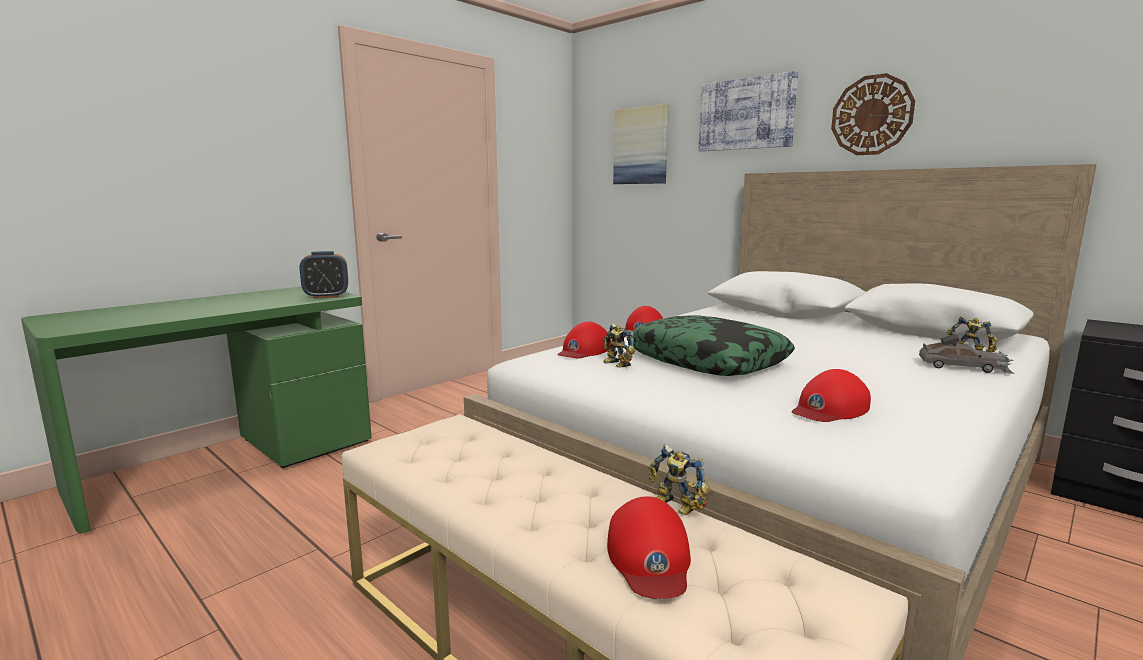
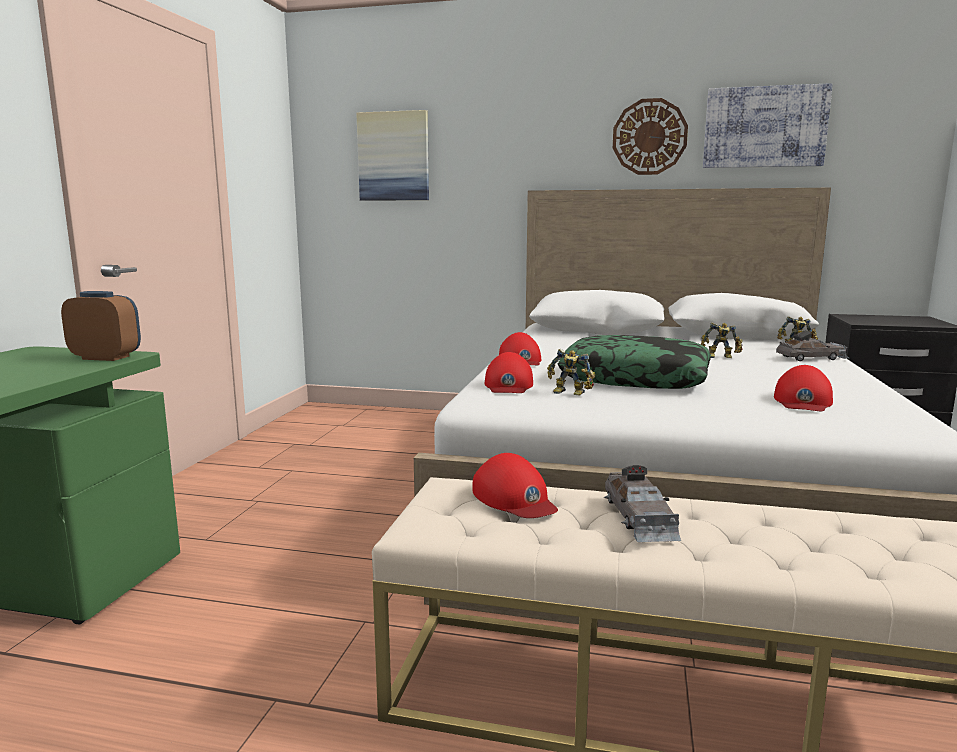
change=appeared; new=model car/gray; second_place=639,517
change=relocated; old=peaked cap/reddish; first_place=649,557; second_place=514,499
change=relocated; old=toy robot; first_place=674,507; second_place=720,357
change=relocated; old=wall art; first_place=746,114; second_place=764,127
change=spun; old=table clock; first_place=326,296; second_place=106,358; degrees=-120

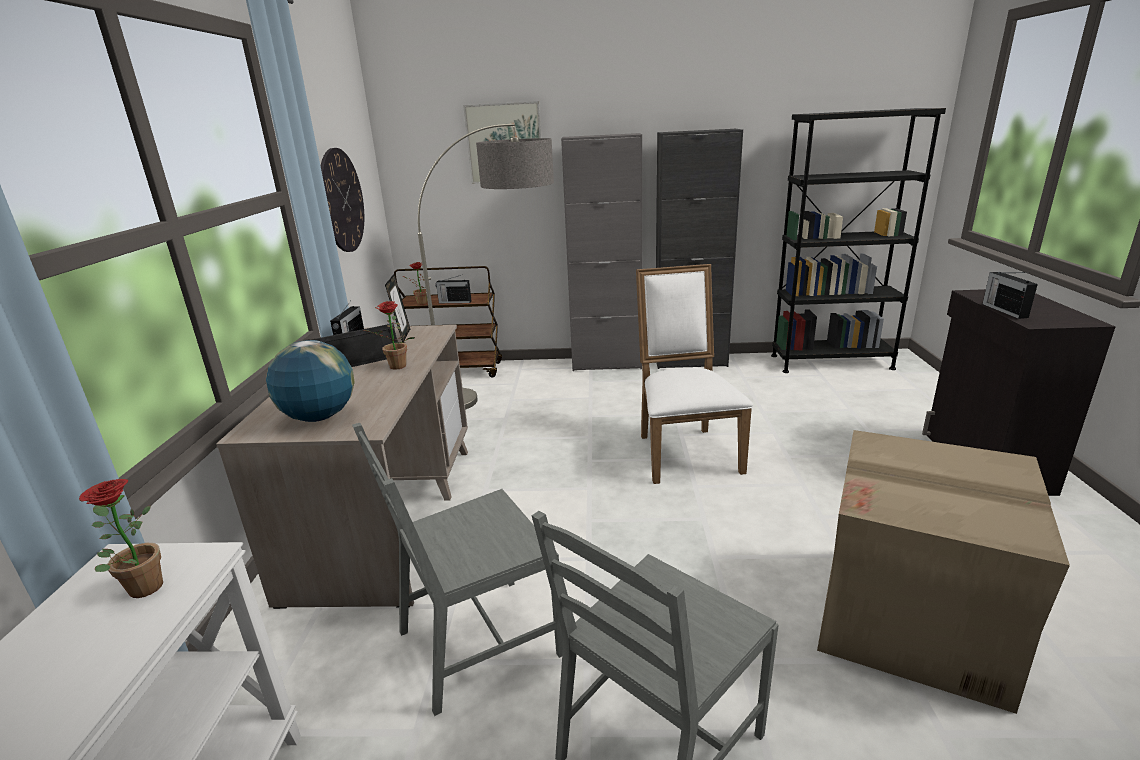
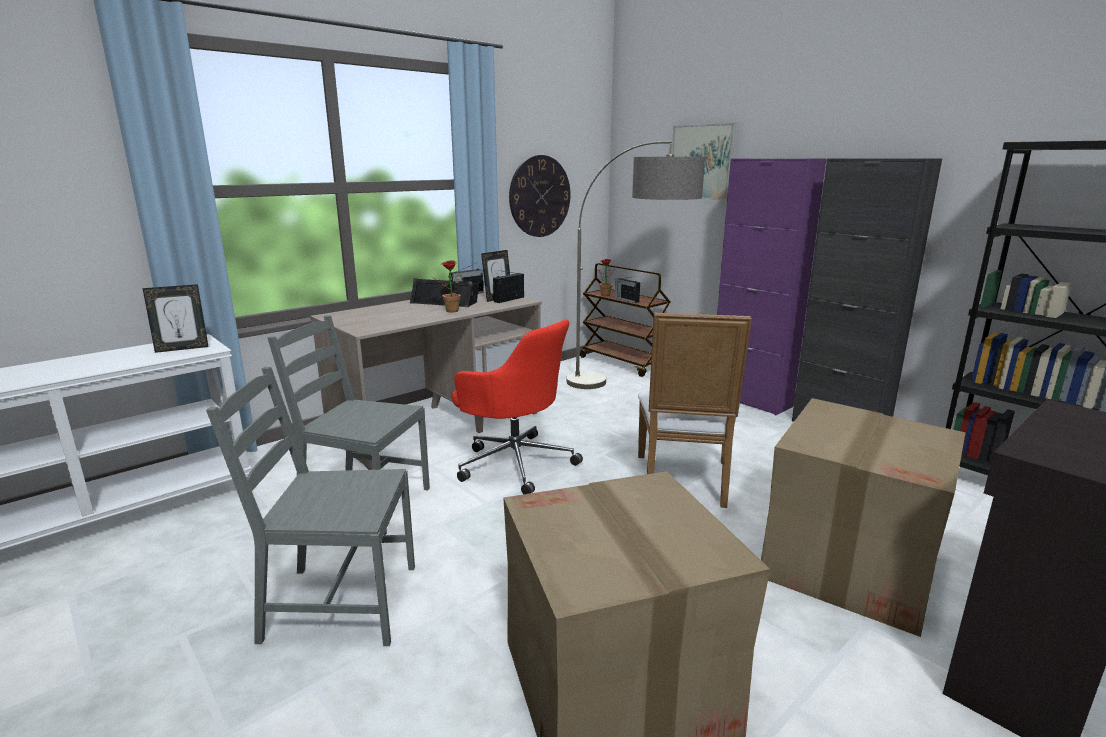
change=missing; old=globe; first_place=319,417
change=appeared; new=computer chair/reddish; second_place=515,462
change=appeared; new=cardboard box; second_place=849,565
change=relocated; old=radio set; first_place=1004,310; second_place=509,299
change=exchanged; old=potted plant; new=photo frame; first_place=140,586; second_place=182,348
change=colour; old=cabinet/gray; new=cabinet/purplish; first_place=606,364; second_place=750,400
change=spun; old=plain chair/white; first_place=684,451; second_place=683,483; degrees=150

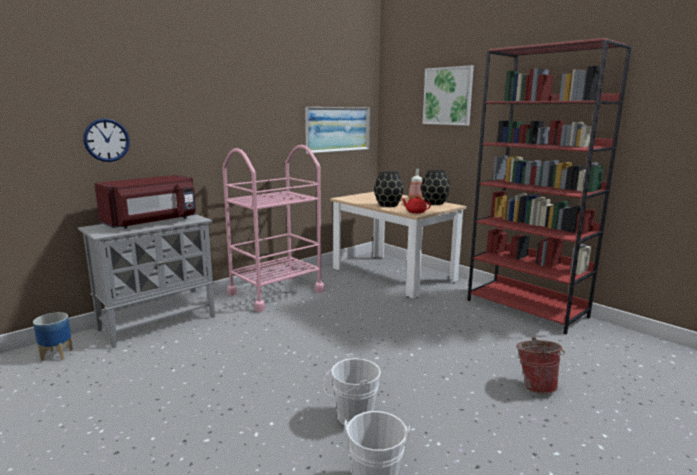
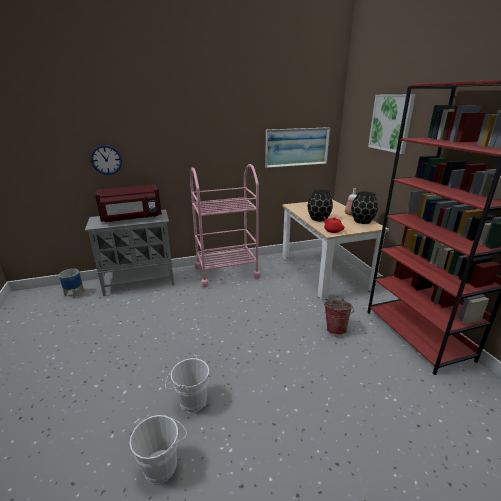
change=relocated; old=water bucket; first_place=536,386; second_place=336,328

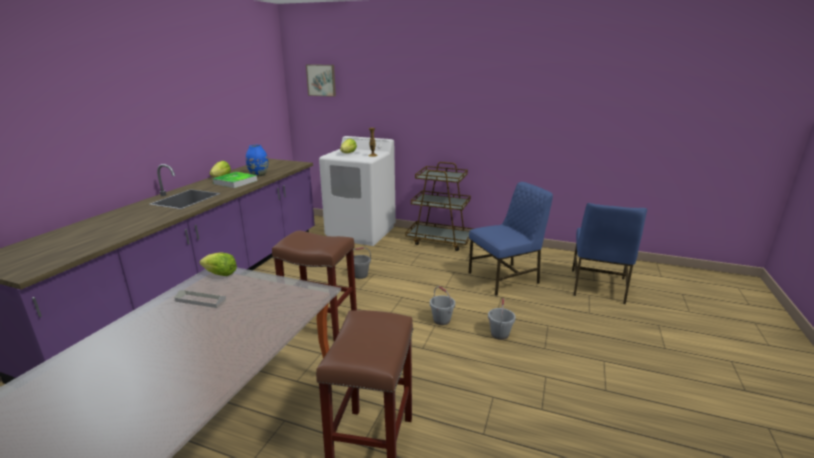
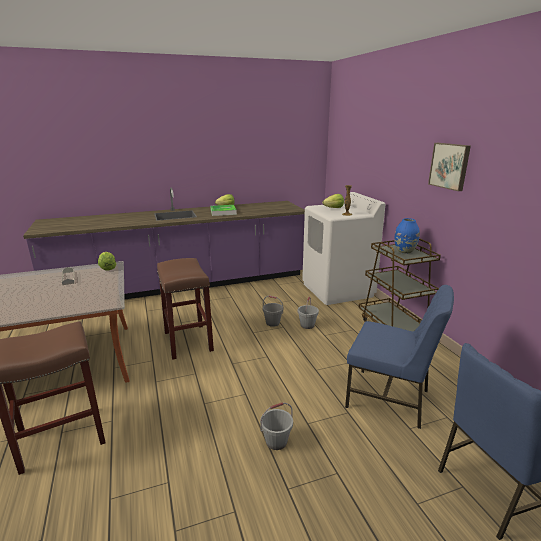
change=relocated; old=flower vase/blue-coloured; first_place=259,175; second_place=404,251
change=relocated; old=wall art; first_place=321,80; second_place=450,166
change=relocated; old=water bucket/gray; first_place=442,320; second_place=307,325

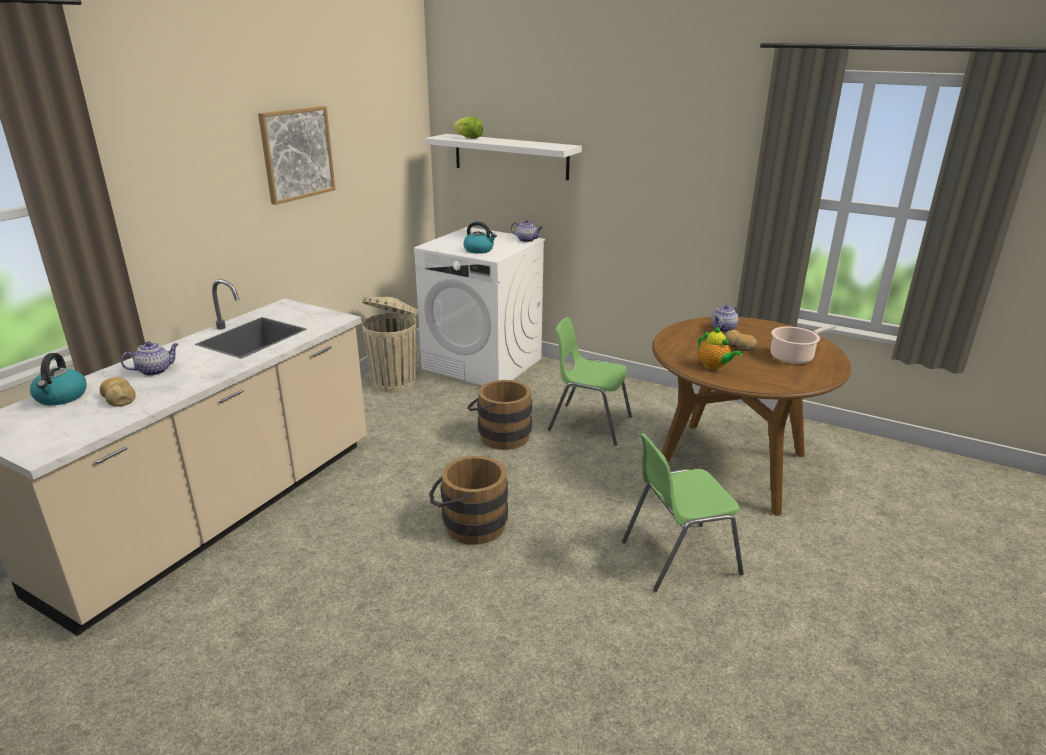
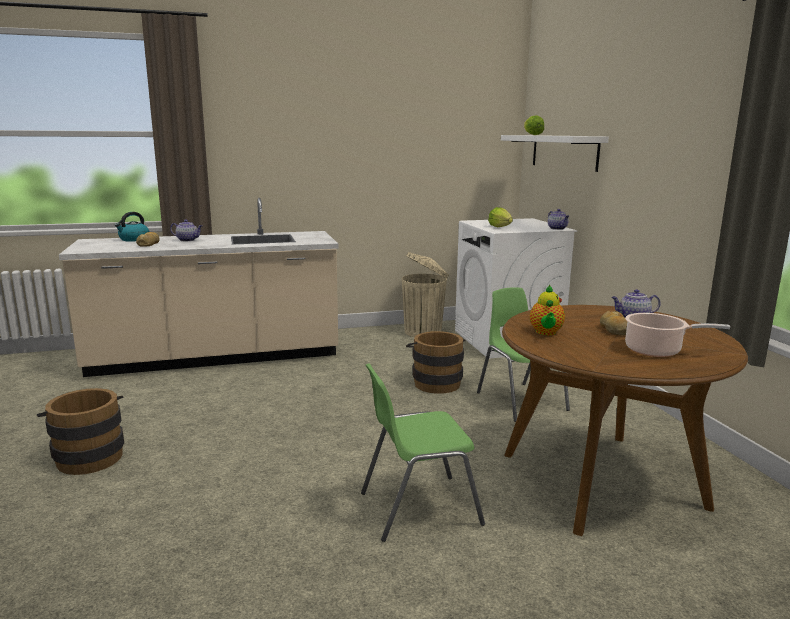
change=missing; old=wall art; first_place=297,154
change=relocated; old=water bucket/brown-coloured; first_place=469,524; second_place=88,456
change=exchanged; old=tea kettle; new=lettuce head; first_place=479,250; second_place=500,227
change=spun; old=plain chair/greenish; first_place=677,557; second_place=417,508; degrees=-45

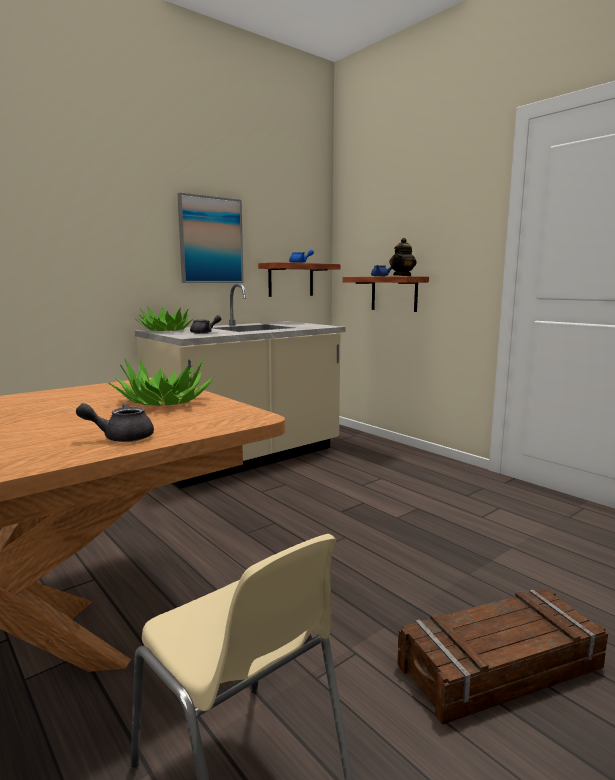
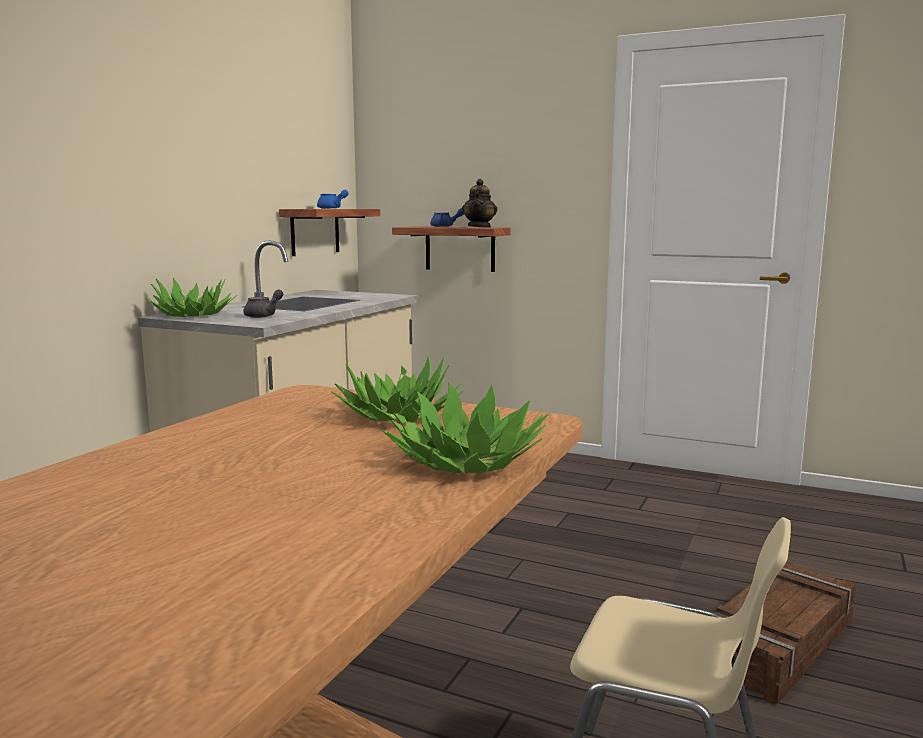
change=missing; old=wall art; first_place=210,240
change=exchanged; old=teapot/gray; new=potted plant; first_place=121,437; second_place=465,461

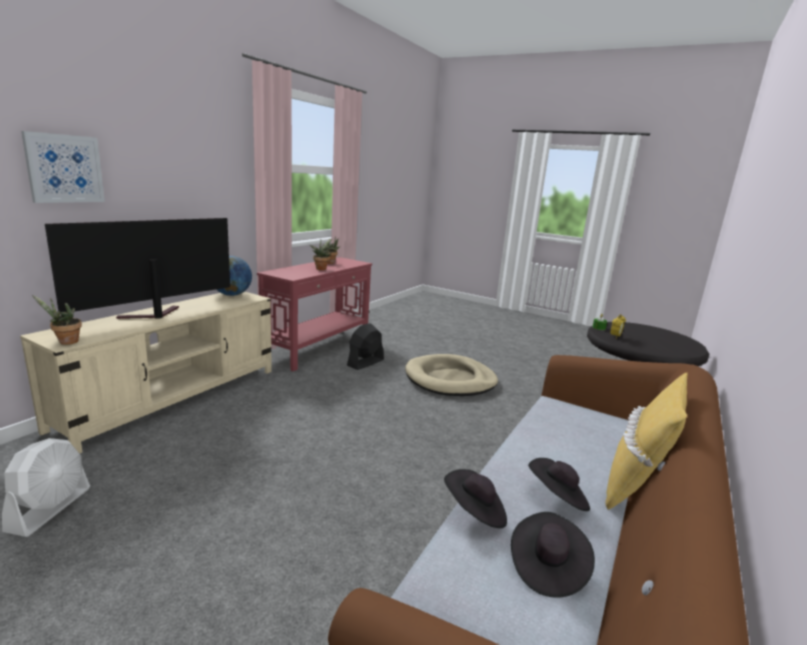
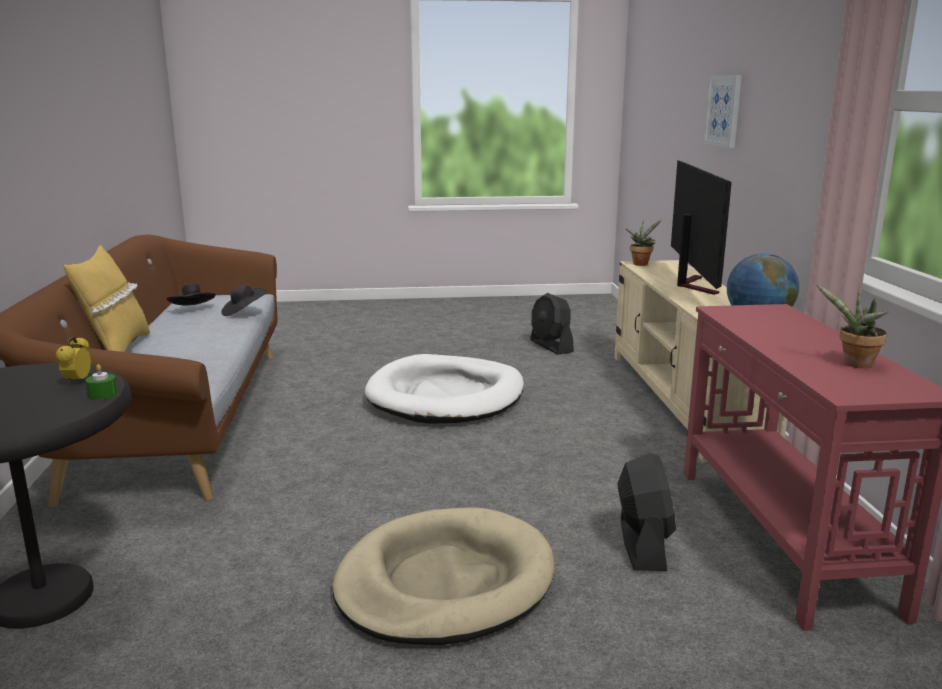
change=missing; old=potted plant; first_place=321,268
change=missing; old=clothing hat/black; first_place=557,497
change=appeared; new=pet bed/white; second_place=446,396
change=colour; old=cooling fan/white; new=cooling fan/black; first_place=50,509; second_place=551,346

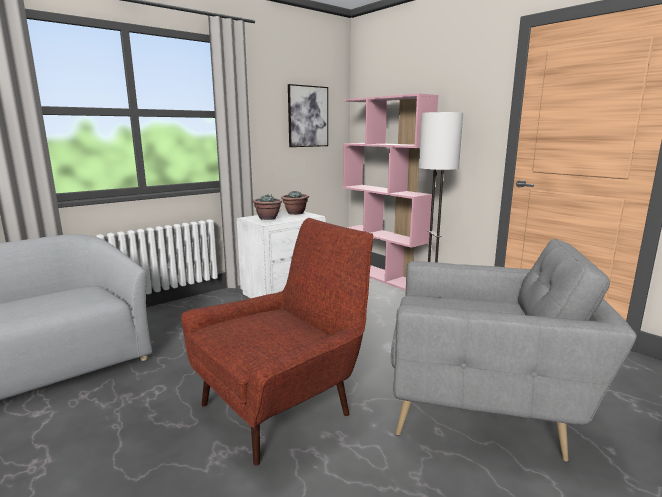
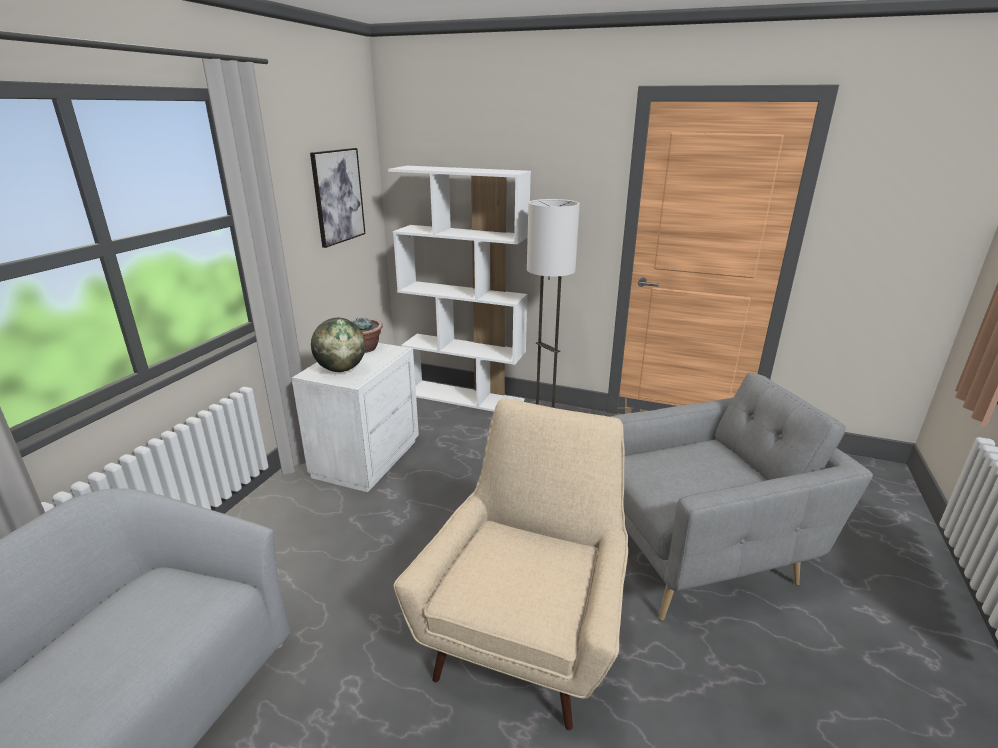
change=exchanged; old=potted plant; new=globe; first_place=268,218; second_place=341,369
change=colour; old=lounge chair/reddish; new=lounge chair/beige-coloured; first_place=283,405; second_place=525,636
change=colour; old=shelving unit/pink-coloured; new=shelving unit/white; first_place=382,276; second_place=465,397

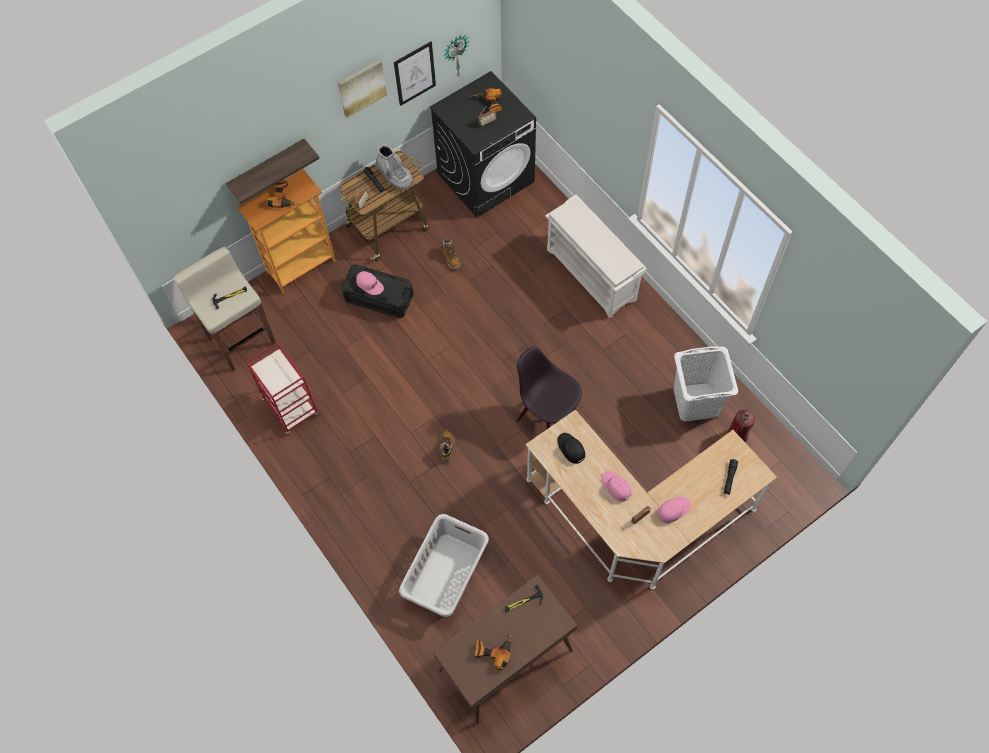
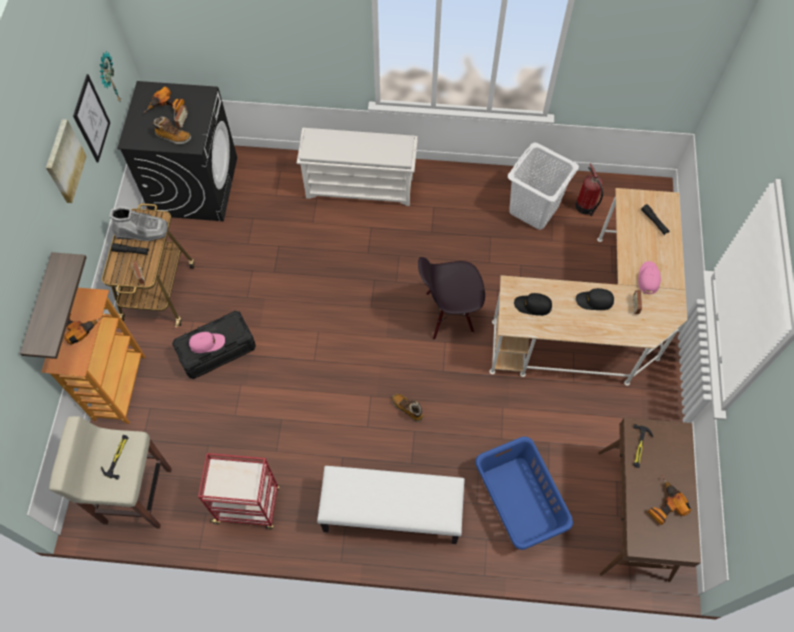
change=appeared; new=long seat/white; second_place=391,514
change=relocated; old=tall boot; first_place=451,258; second_place=173,137
change=colour; old=laundry basket/gray; new=laundry basket/blue-coloured; first_place=445,573; second_place=518,501
change=colour; old=peaked cap/pink-coloured; new=peaked cap/black; first_place=616,487; second_place=594,301

